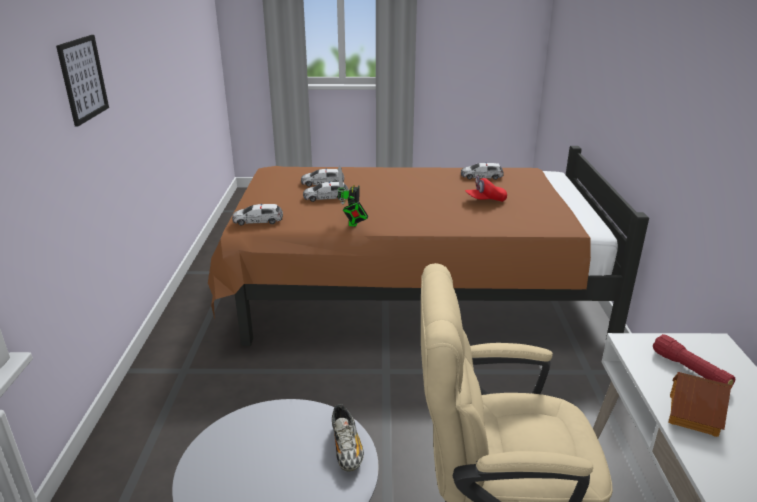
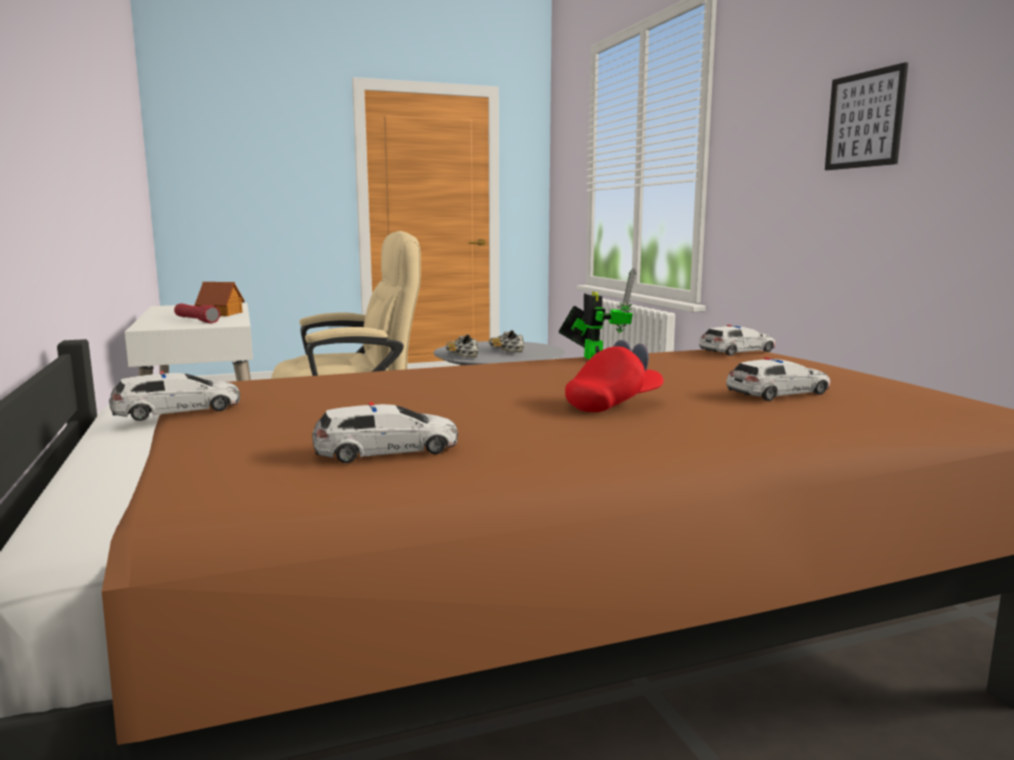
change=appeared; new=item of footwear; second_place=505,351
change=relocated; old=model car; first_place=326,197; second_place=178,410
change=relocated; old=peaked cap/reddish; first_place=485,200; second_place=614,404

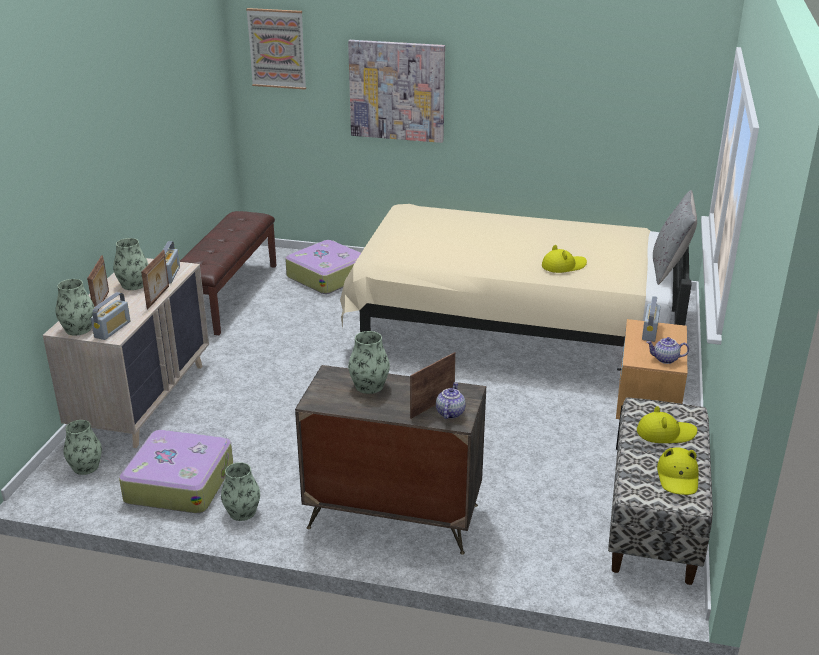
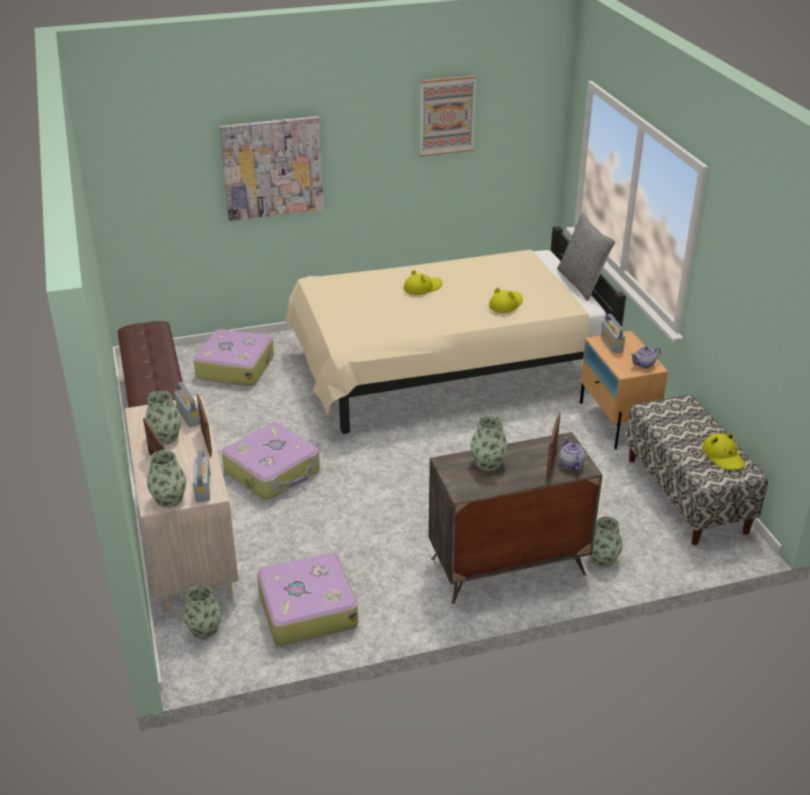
change=appeared; new=piece of luggage; second_place=273,471
change=relocated; old=flower vase; first_place=242,512; second_place=602,559
change=relocated; old=wall art; first_place=277,48; second_place=447,115
change=relocated; old=clothing hat/yellow-coloured; first_place=665,433; second_place=422,288

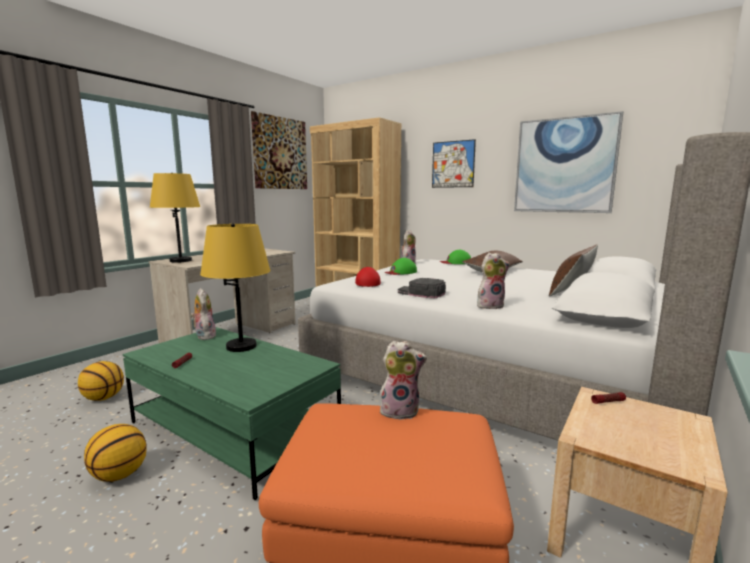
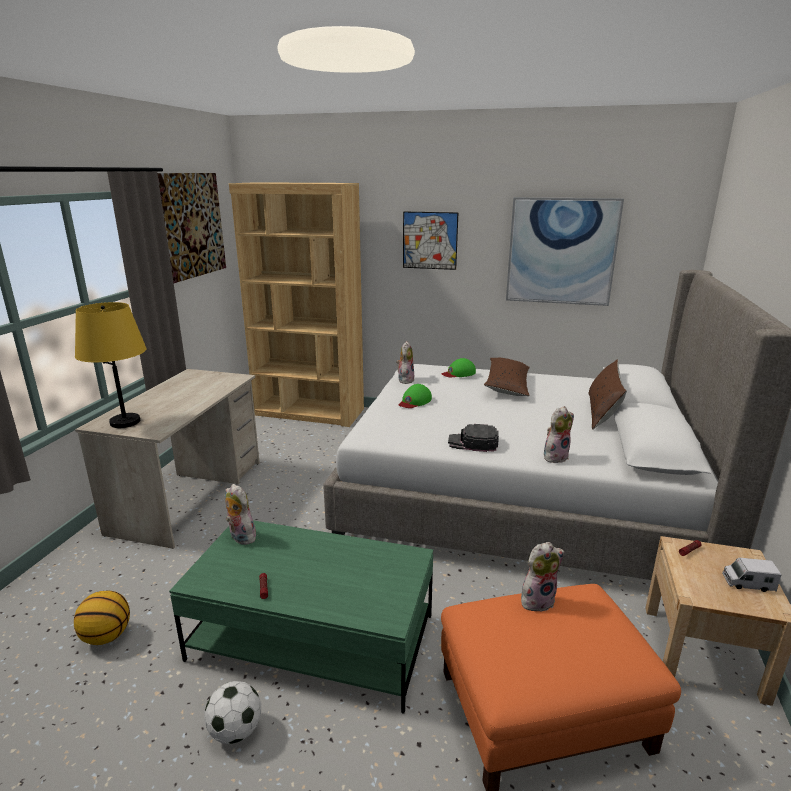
change=missing; old=tabletop lamp/yellow-coloured; first_place=242,346
change=missing; old=peaked cap/reddish; first_place=367,282
change=appeared; new=toy lorry; second_place=748,583
change=exchanged; old=basketball; new=football; first_place=120,475; second_place=236,730

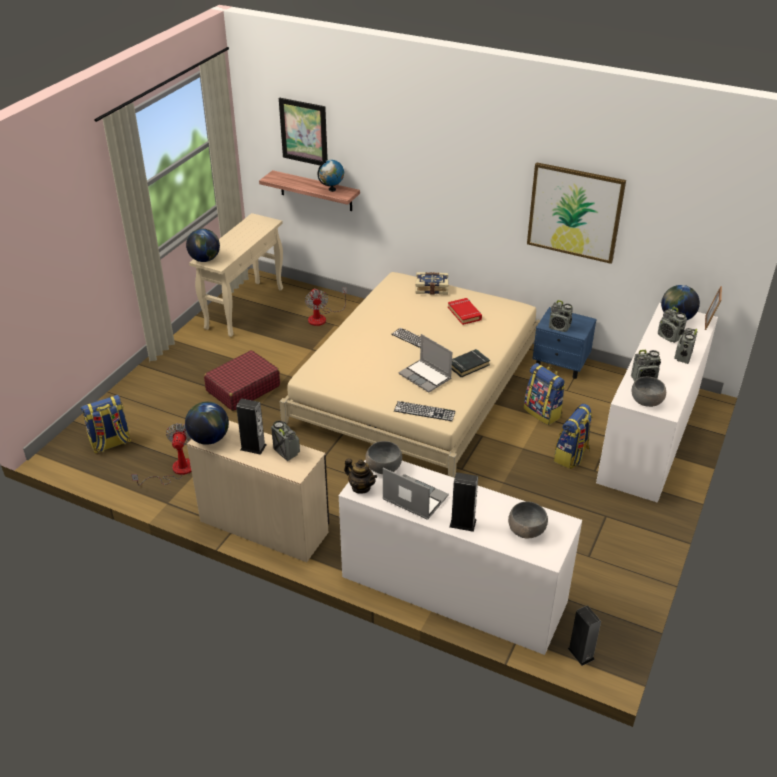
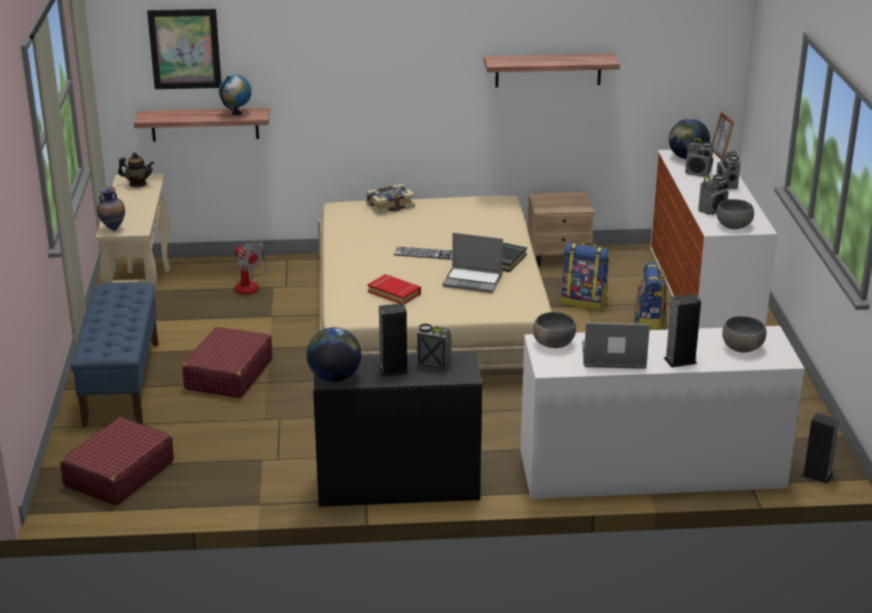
change=missing; old=cooling fan; first_place=175,471
change=missing; old=PC keyboard; first_place=424,411
change=missing; old=radio set; first_place=559,327
change=appeared; new=long seat/blue-coloured; second_place=122,382
change=relocated; old=teapot; first_place=361,487; second_place=137,184
change=relocated; old=bound book/reddish; first_place=464,313; second_place=394,293
change=exchanged; old=rucksack; new=piece of luggage/reddish; first_place=110,443; second_place=119,474
change=exchanged; old=globe; new=flower vase; first_place=205,259; second_place=113,229
change=exchanged; old=wall art; new=wall shelf; first_place=575,212; second_place=548,70
change=colour; old=desk unit/beige-coloured; new=desk unit/black; first_place=264,525; second_place=397,485
change=colour; old=nightstand/blue-coloured; new=nightstand/beige-coloured; first_place=561,364; second_place=559,257

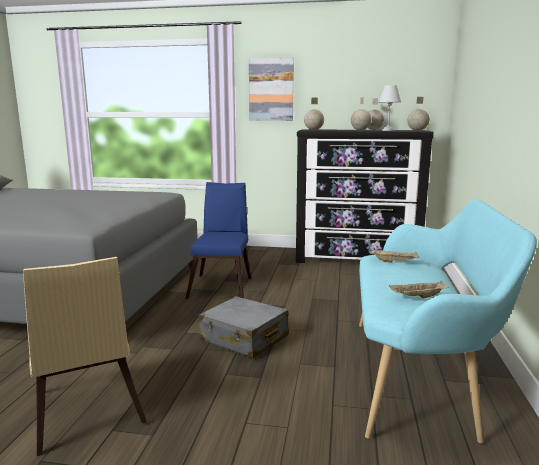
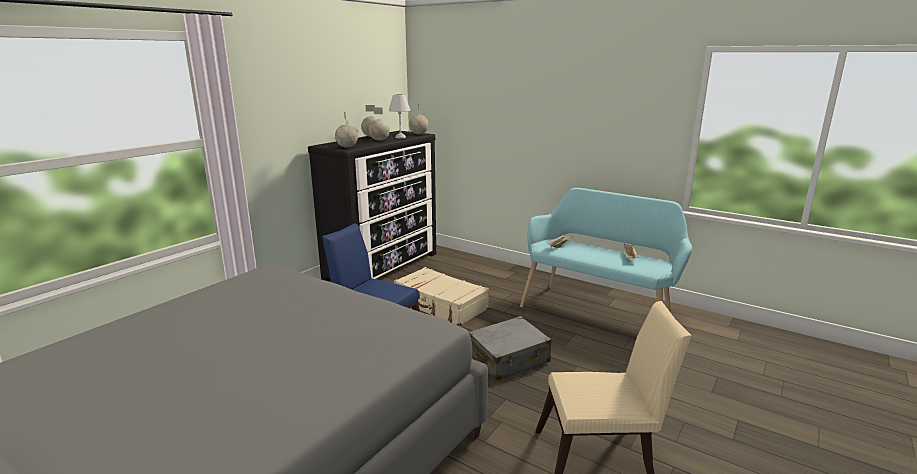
change=missing; old=wall art; first_place=271,90
change=appeared; new=piece of luggage/beige-coloured; second_place=440,305

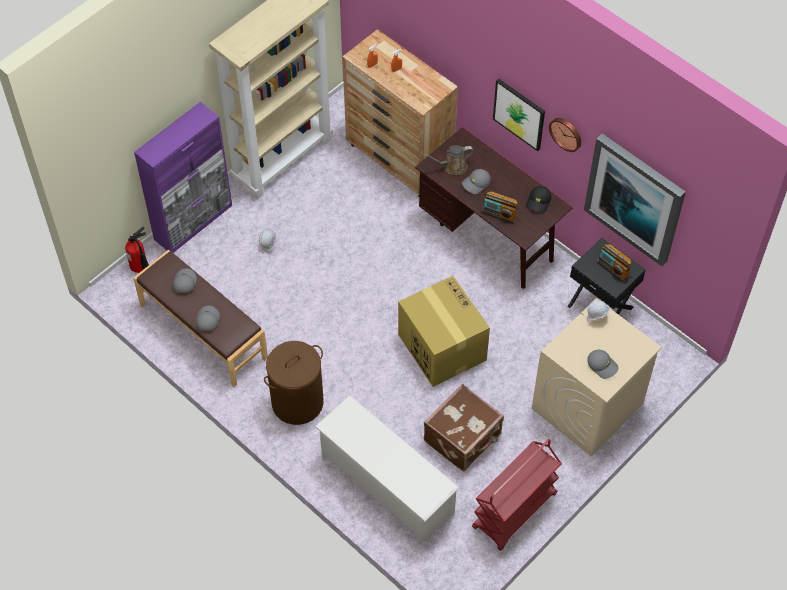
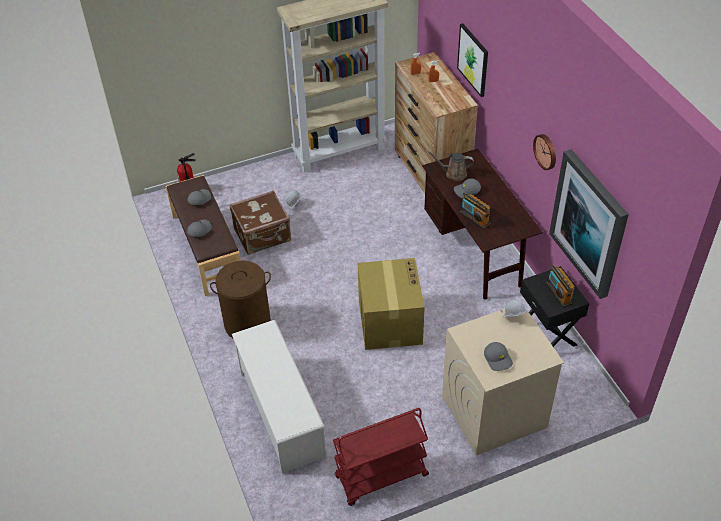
change=missing; old=cabinet/purplish; first_place=194,222
change=missing; old=peaked cap/black; first_place=539,202
change=relocated; old=piece of luggage/brown-coloured; first_place=463,438; second_place=263,235
change=relocated; old=wall art; first_place=519,114; second_place=473,59

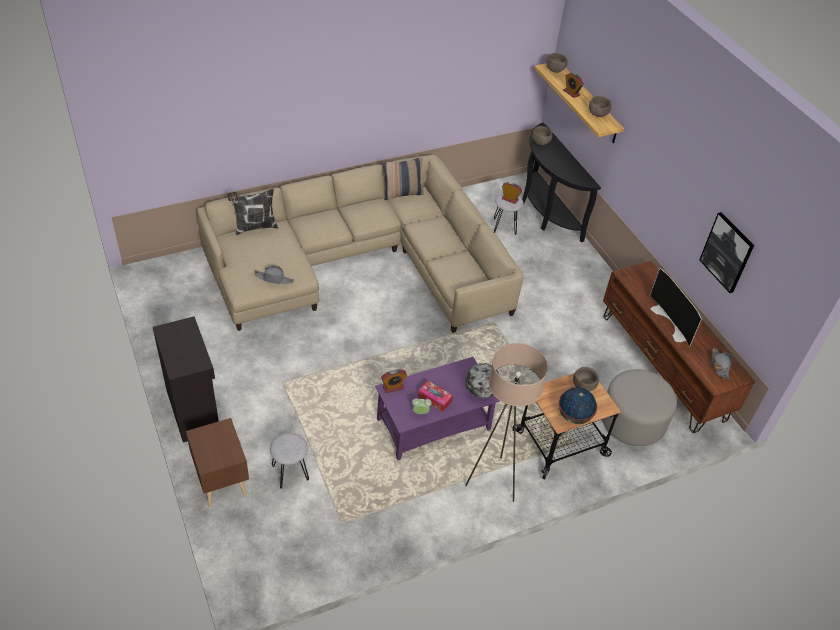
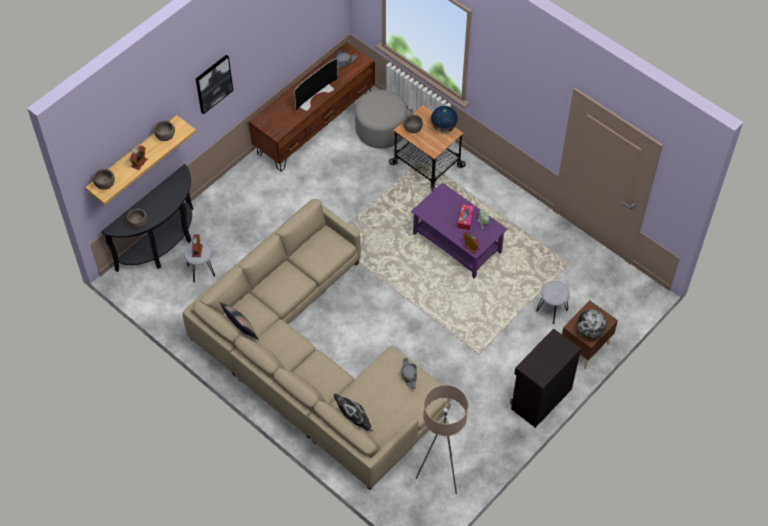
change=relocated; old=floor lamp/beige-coloured; first_place=493,481; second_place=440,476
change=relocated; old=globe; first_place=480,391; second_place=590,331
change=relocated; old=wall art; first_place=727,252; second_place=213,83

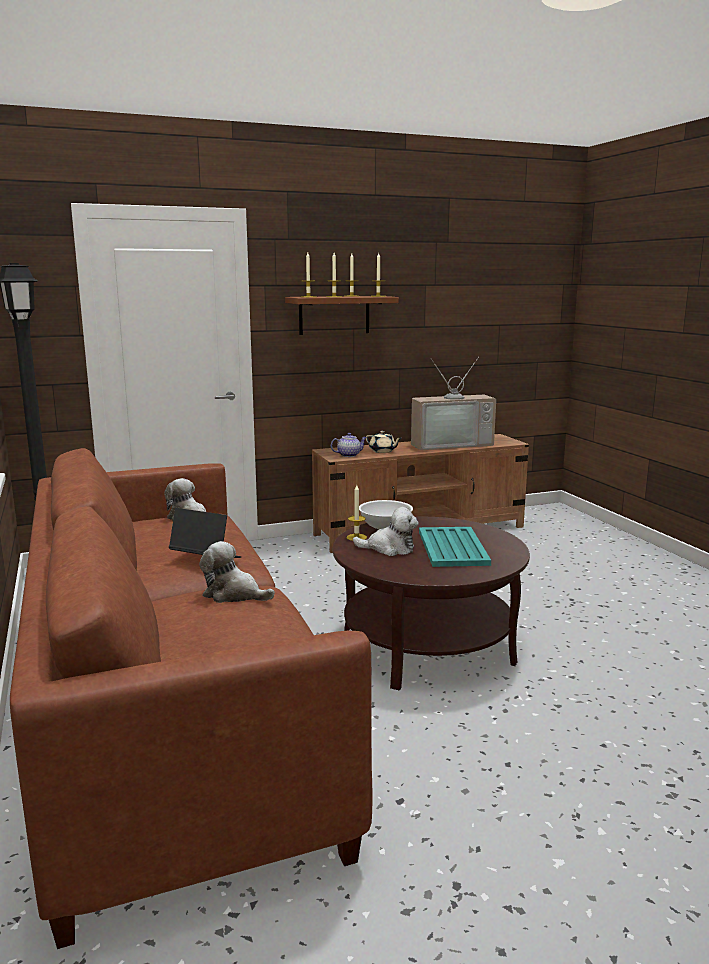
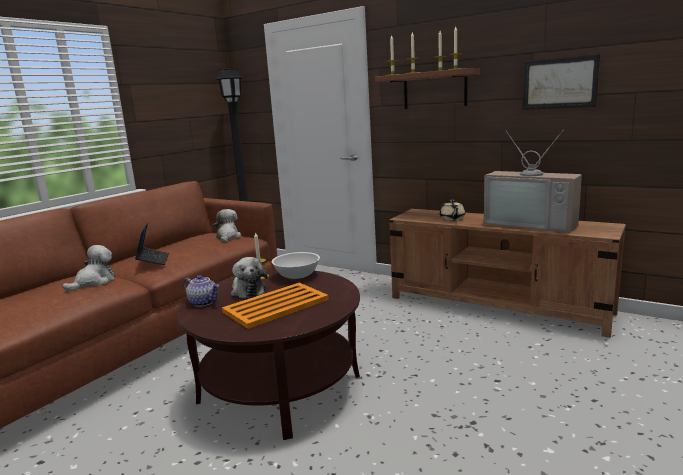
change=appeared; new=wall art; second_place=559,83
change=relocated; old=teapot; first_place=349,455; second_place=204,302
change=colour; old=serving tray/blue-green; new=serving tray/orange; first_place=452,548; second_place=275,306
change=spun; old=plush toy; first_place=234,594; second_place=94,282; degrees=45

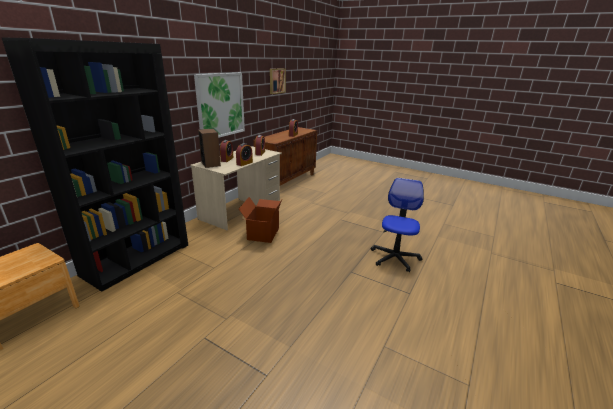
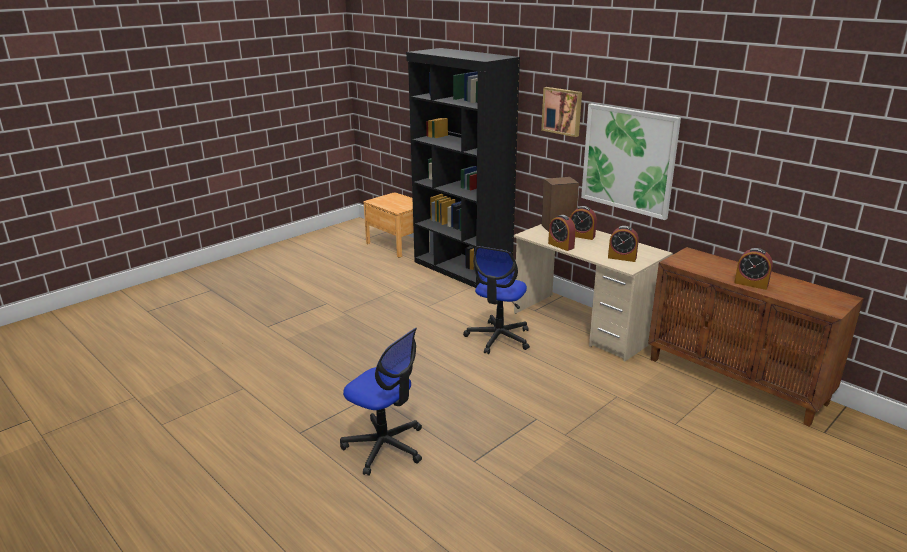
change=relocated; old=wall art; first_place=276,81; second_place=562,111
change=exchanged; old=cardboard box; new=computer chair; first_place=262,234; second_place=498,338

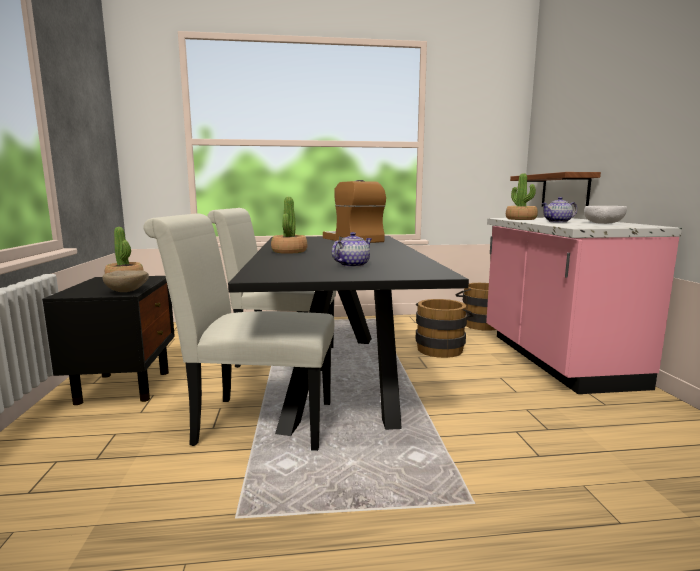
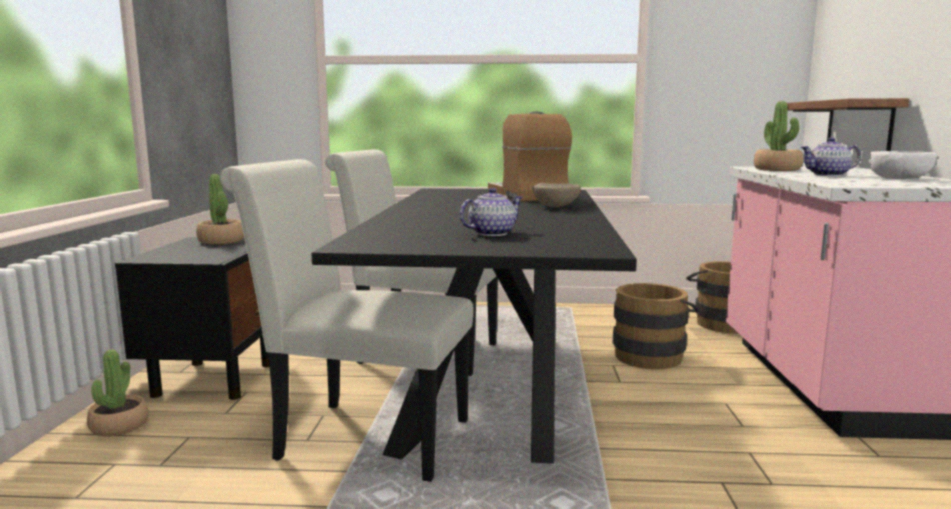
change=relocated; old=serving bowl/beige-coloured; first_place=128,291; second_place=556,207
change=relocated; old=potted plant; first_place=289,251; second_place=119,426

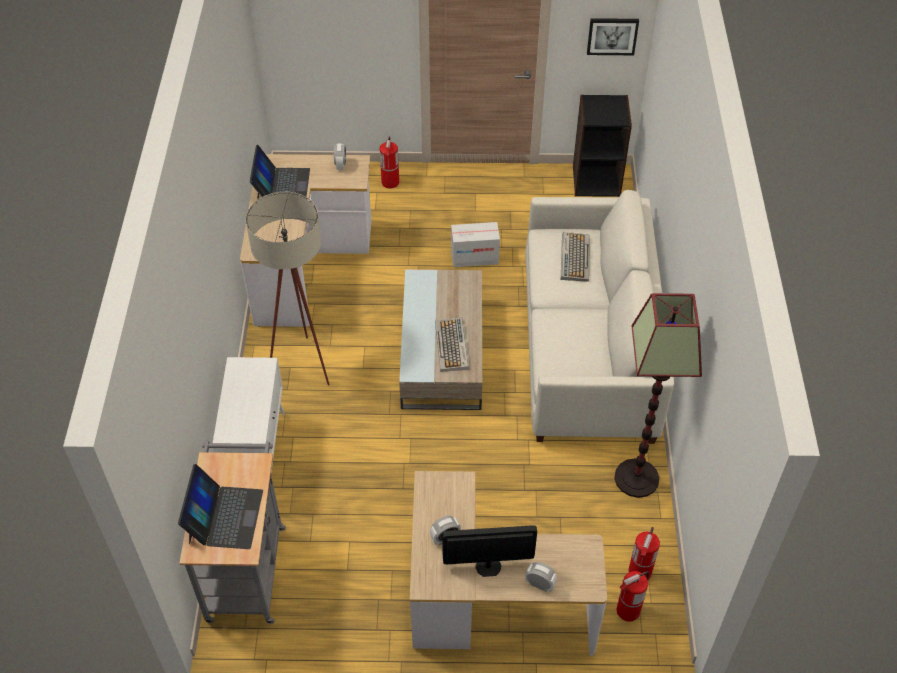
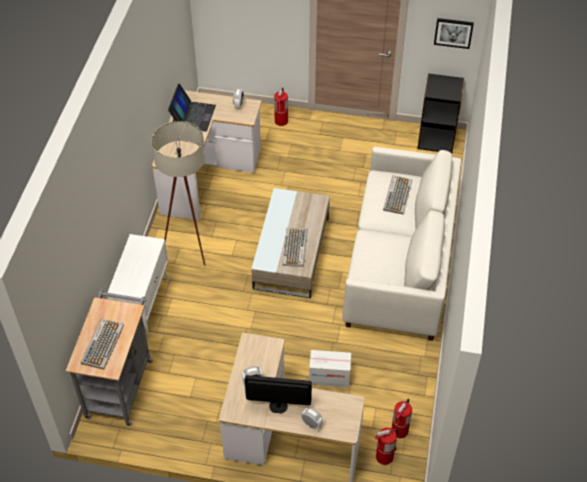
change=missing; old=floor lamp; first_place=637,478
change=relocated; old=cardboard box; first_place=474,257; second_place=329,377
change=exchanged; old=notebook computer; new=PC keyboard; first_place=224,516; second_place=102,344

